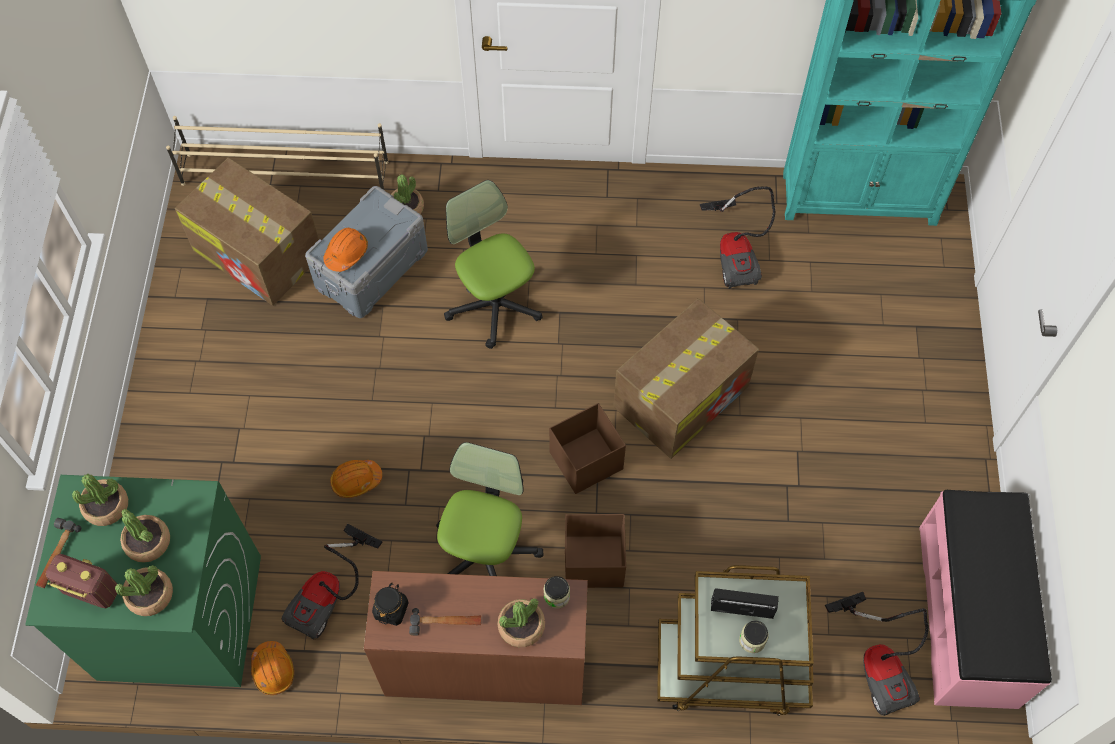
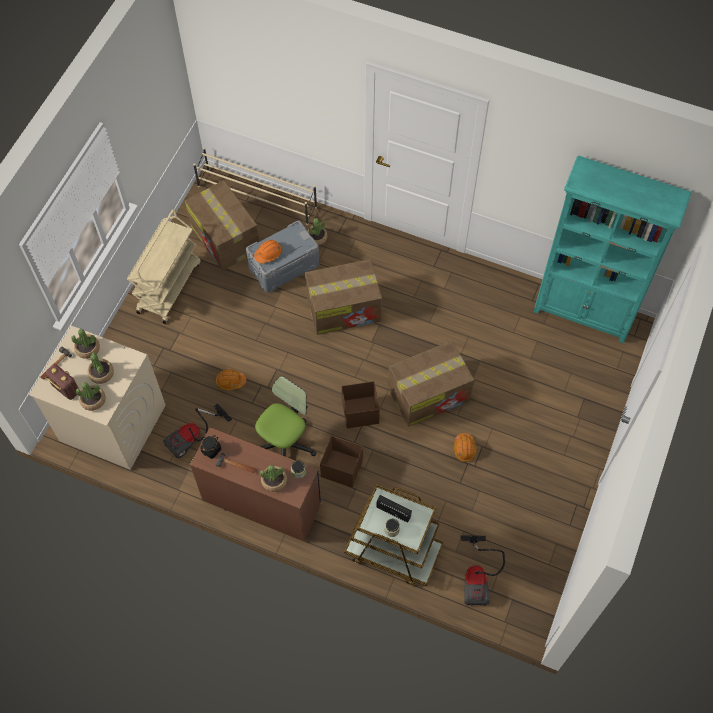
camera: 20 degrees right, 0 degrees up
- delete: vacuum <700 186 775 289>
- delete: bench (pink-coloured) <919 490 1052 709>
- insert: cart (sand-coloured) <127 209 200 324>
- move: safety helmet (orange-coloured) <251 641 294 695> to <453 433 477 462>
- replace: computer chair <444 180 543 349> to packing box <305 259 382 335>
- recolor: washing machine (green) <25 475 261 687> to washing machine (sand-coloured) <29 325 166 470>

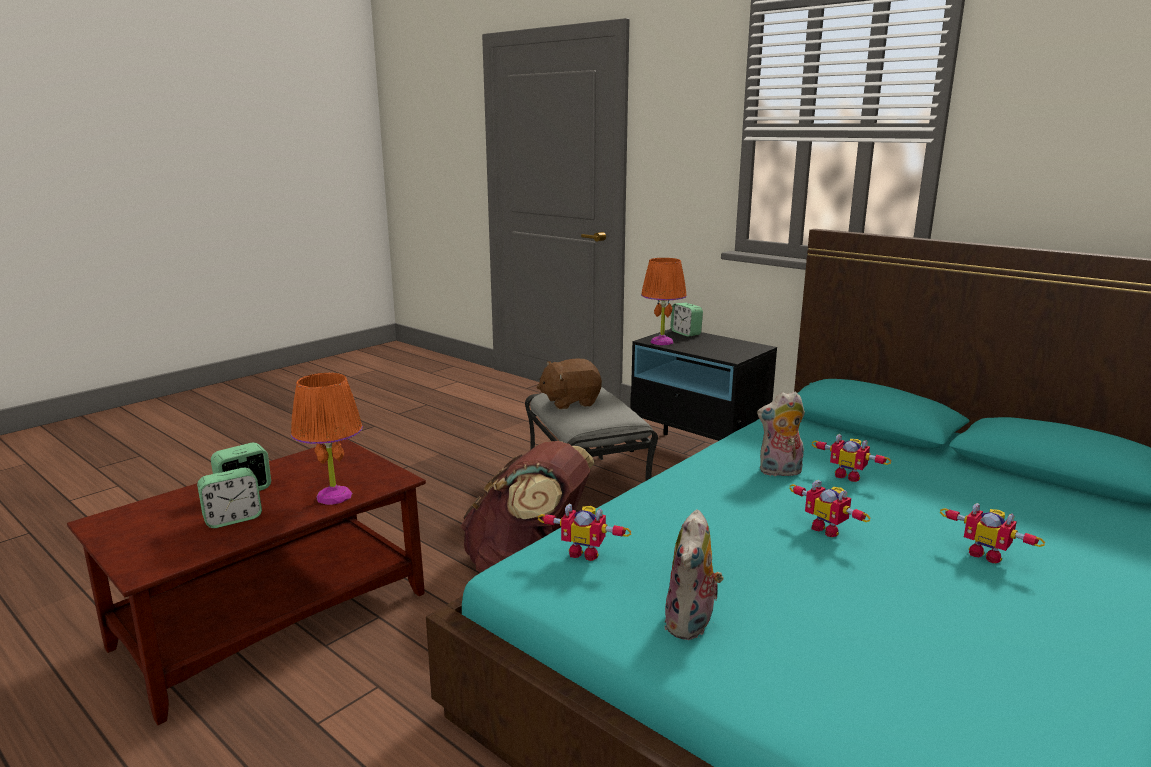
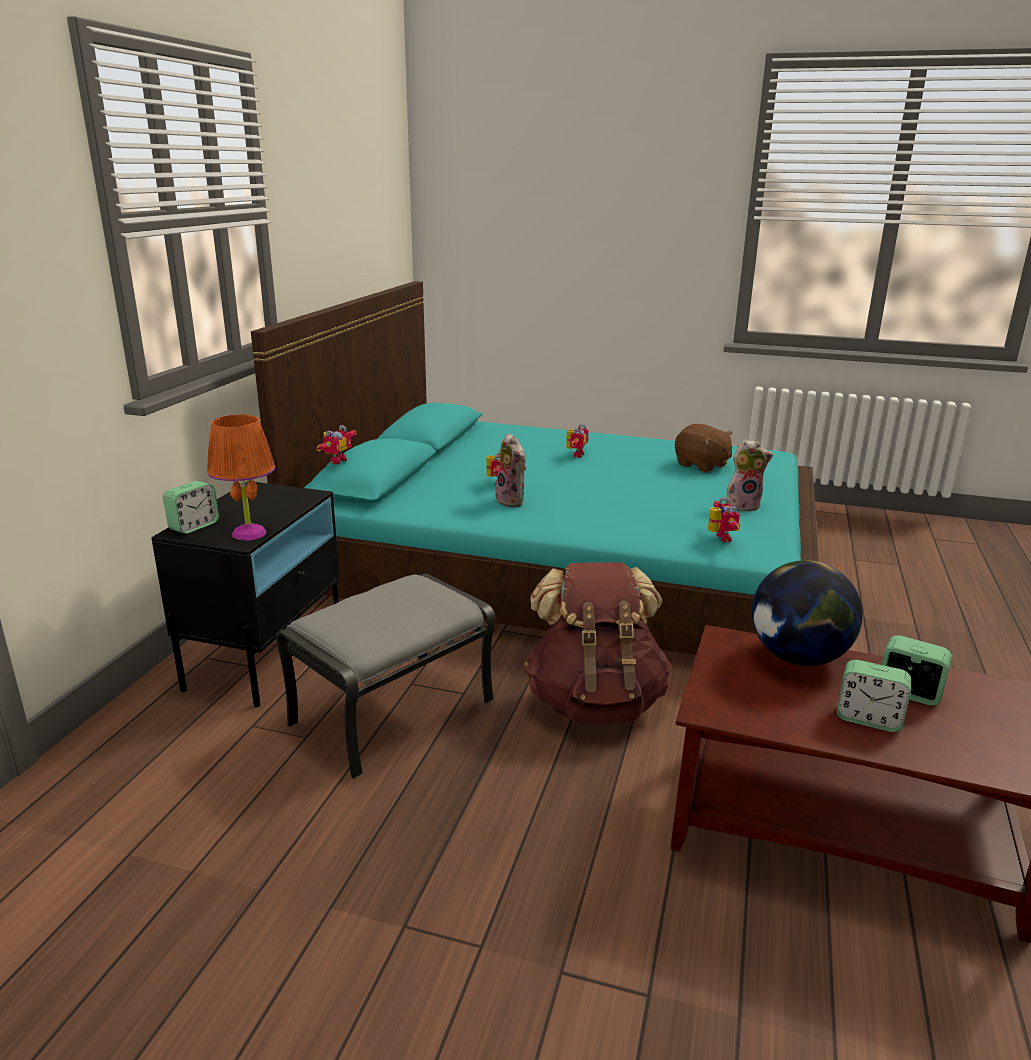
camera: 115 degrees left, 5 degrees up
- move: soft toy (brownish) <537 359 602 409> to <675 424 732 473>
- move: model robot <789 480 871 537> to <317 425 356 464>
- replace: table lamp (orange-coloured) <291 373 363 505> to world globe <752 560 863 666>

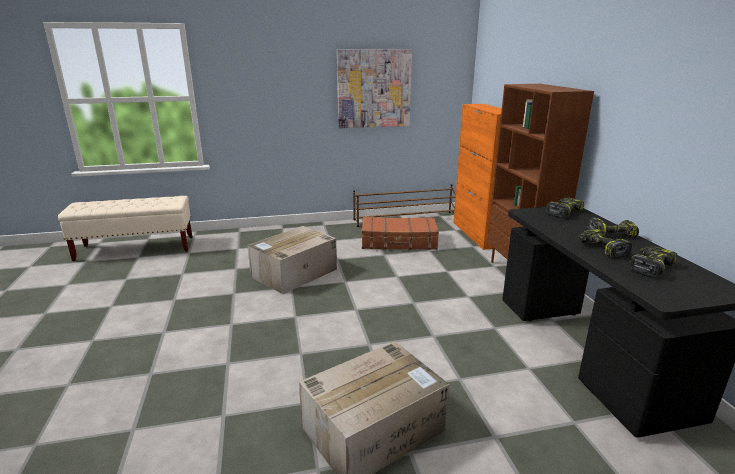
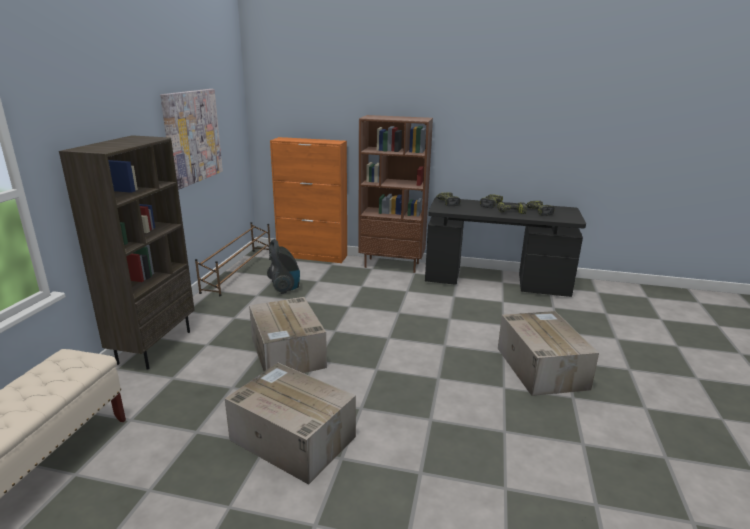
camera: 65 degrees left, 0 degrees up
- insert: bookcase (brownish) <59 135 194 370>
- insert: packing box <225 363 356 485>
- replace: travel case (brownish) <362 217 439 250> to vacuum <267 239 300 294>

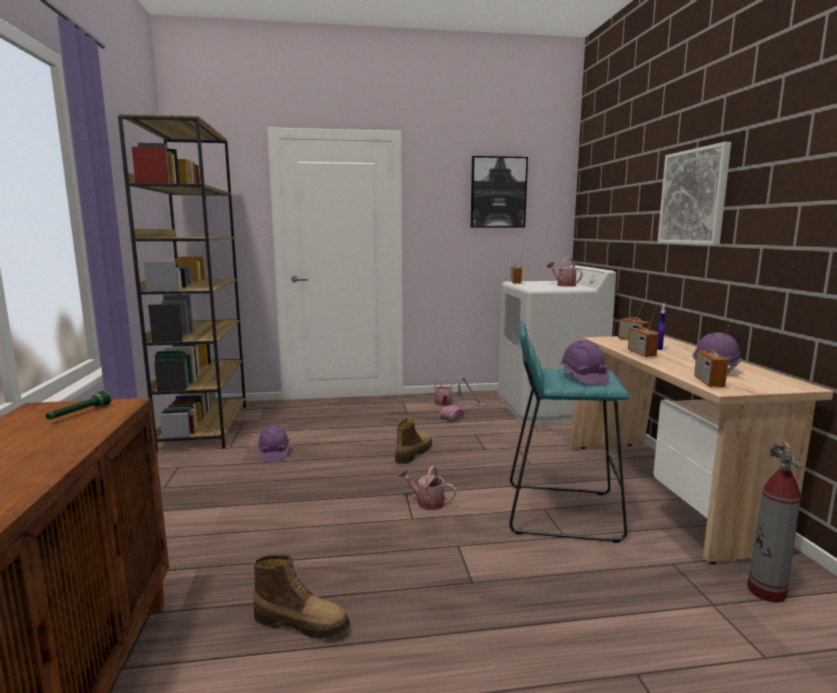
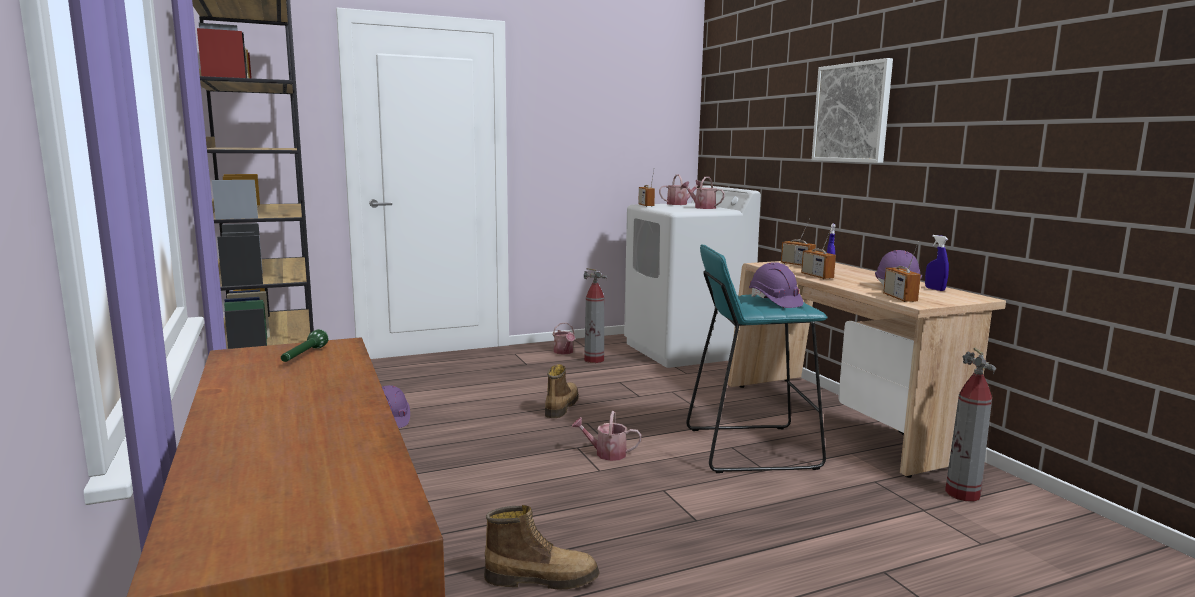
camera: 15 degrees left, 0 degrees up
- delete: picture <471 156 528 228>
- insert: sprinkling can <659 175 703 205>
- insert: hand sprayer (blue-coloured) <925 235 949 291>
- replace: vacuum <440 376 487 422> to extinguisher <584 268 607 363>

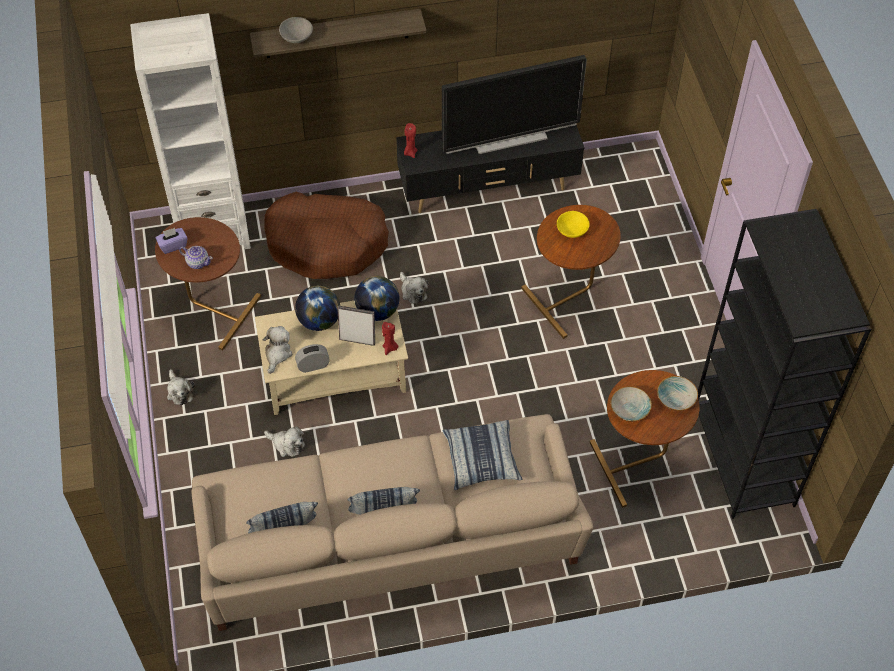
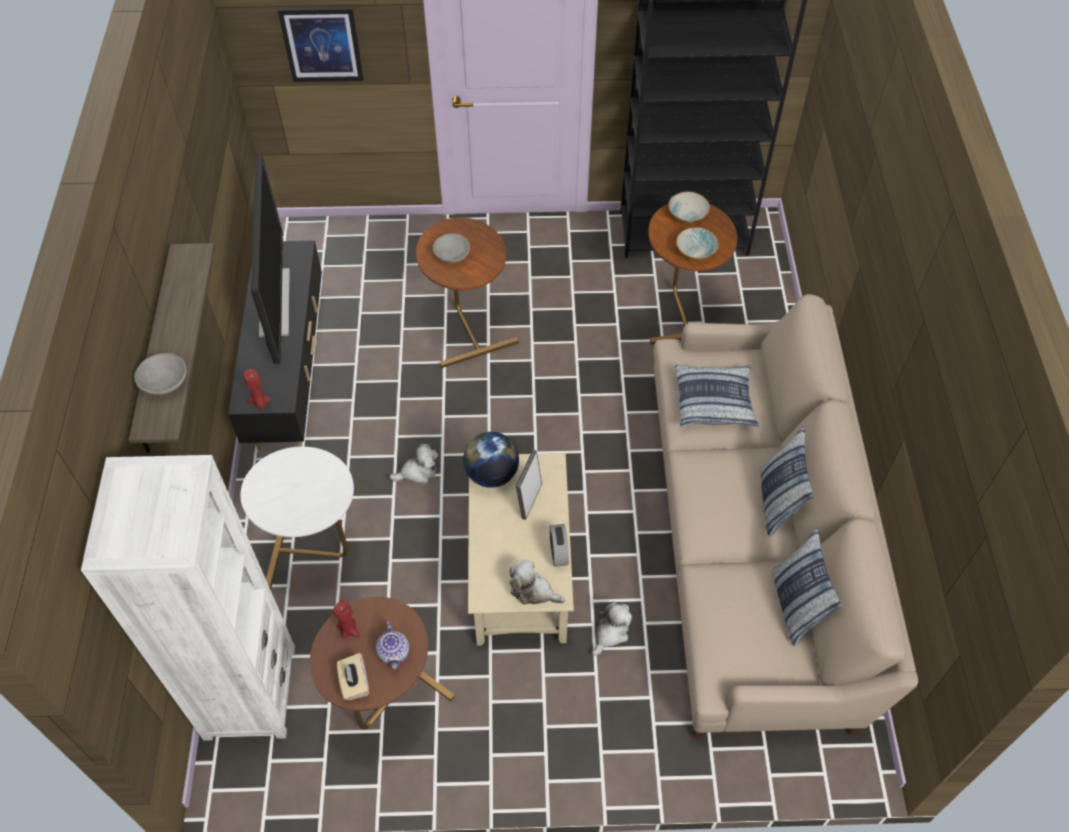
camera: 80 degrees left, 0 degrees up
- delete: soft toy <167 369 195 406>
- delete: world globe <295 286 340 331>
- insert: picture <278 7 363 82>
- move: wax candle (red) <382 322 398 355> to <333 599 360 639>
- replace: dog cushion (brownish) <264 192 389 279> to accent table (white) <240 447 354 590>
- recolor: box of tissues (purple-coloured) <156 228 187 254> to box of tissues (sand-coloured) <337 653 369 700>
- recolor: deep dish (yellow-coloured) <557 211 590 238> to deep dish (grey) <433 234 470 264>
- rotate: teapot <179 246 213 269> = <376 621 409 669> 135 degrees clockwise

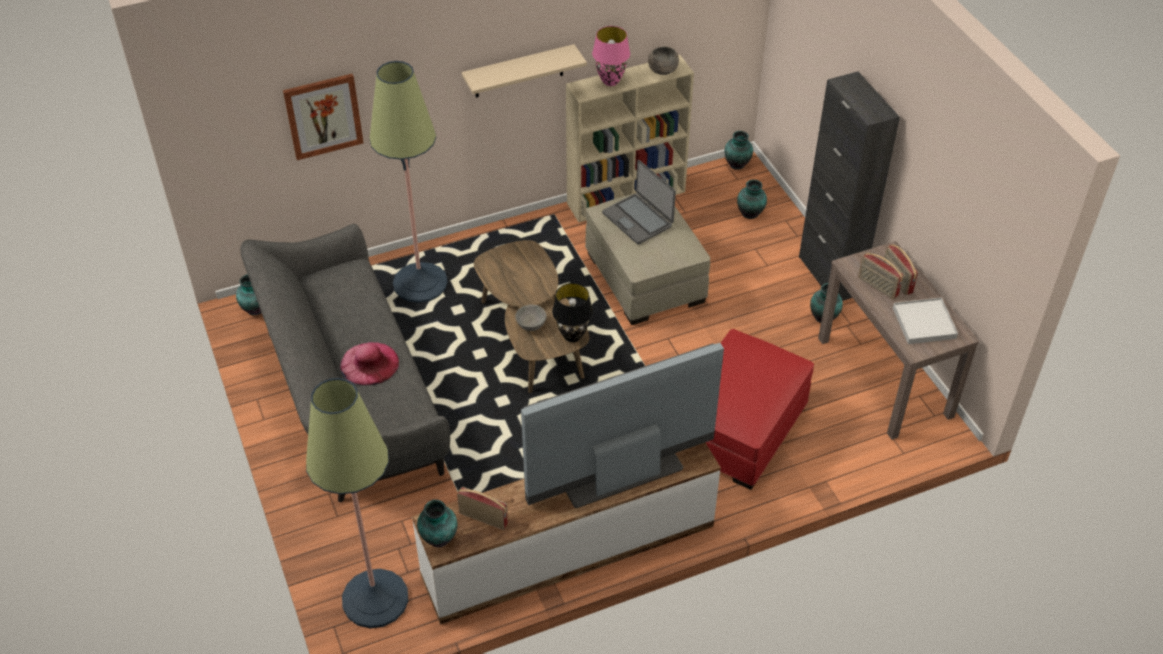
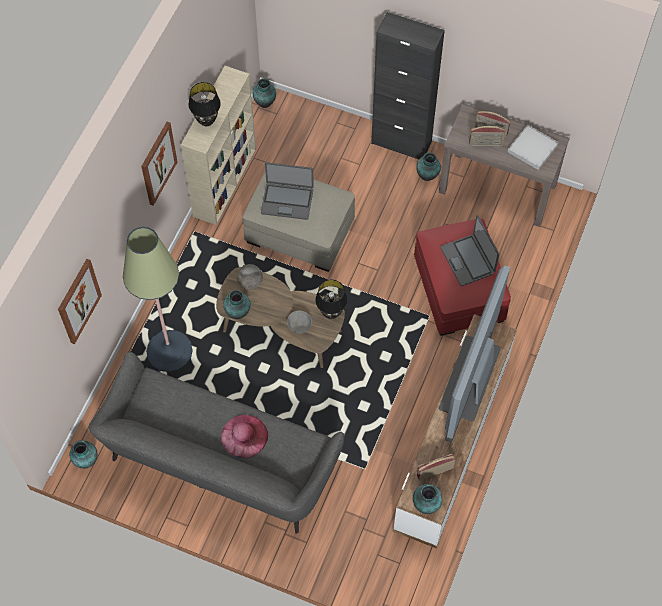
camera: 45 degrees left, 15 degrees up
- delete: standing lamp <306 378 408 628>
- insert: laptop <441 215 499 286>
- move: deep dish (grey) <648 47 679 75> to <237 264 263 290>
- move: vase <737 179 767 219> to <223 290 250 319>
- replace: wall shelf (sand-coloured) <461 44 587 98> to picture <141 122 177 206>
- recolor: table lamp (pink-coloured) <592 26 630 86> to table lamp (black) <188 82 221 126>

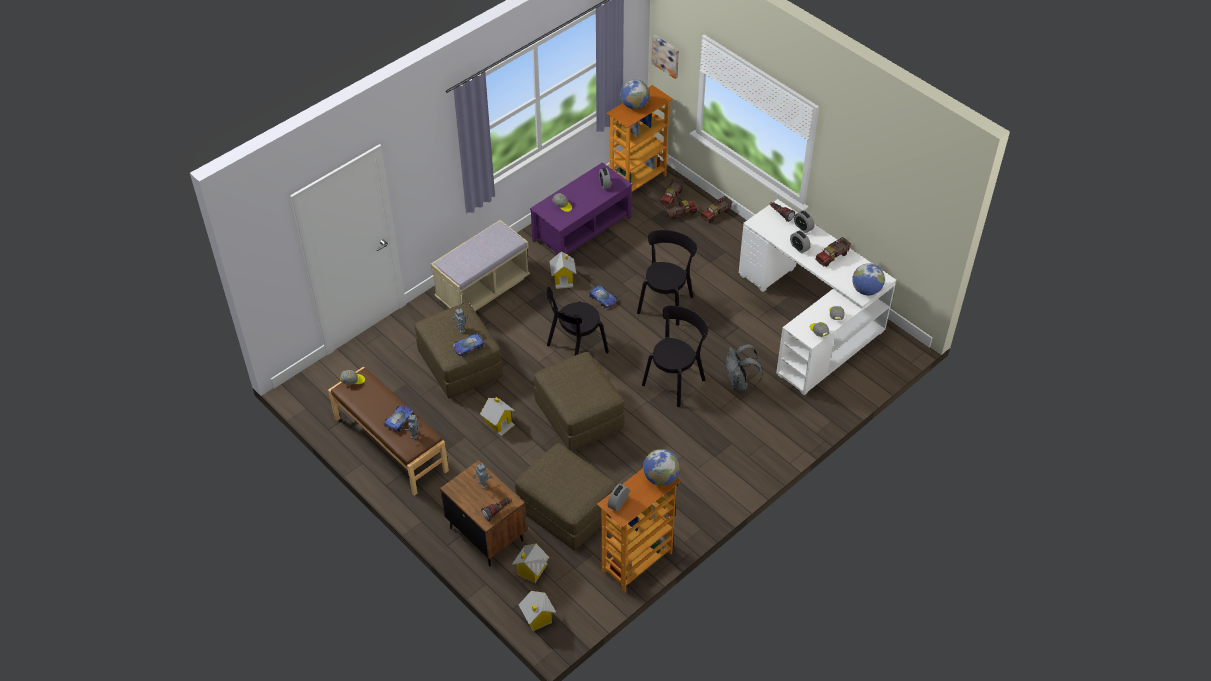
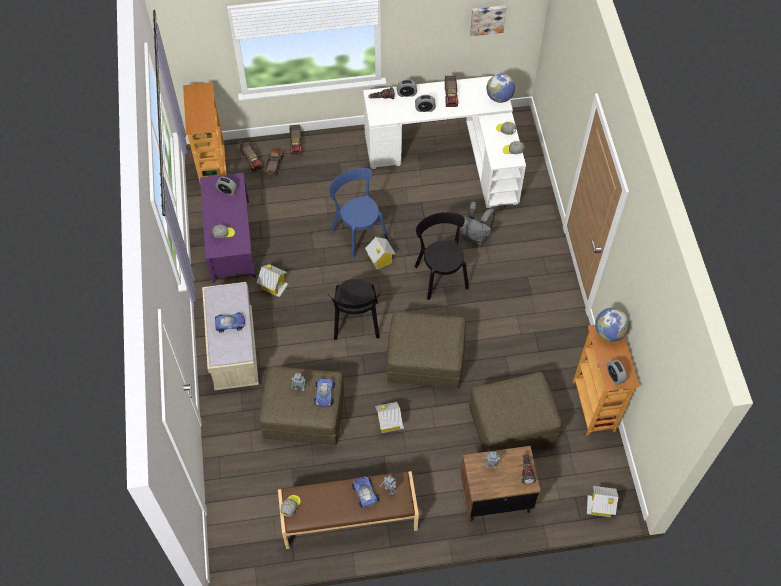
camera: 55 degrees left, 10 degrees up
- delete: world globe <620 80 650 109>
- move: miniature house <512 544 549 583> to <365 237 396 269>
- move: model car <589 285 617 308> to <215 313 245 333>
- move: picture <651 35 679 79> to <470 5 507 36>
- recolor: plain chair (black) <637 230 697 326> to plain chair (blue-coloured) <329 168 388 258>

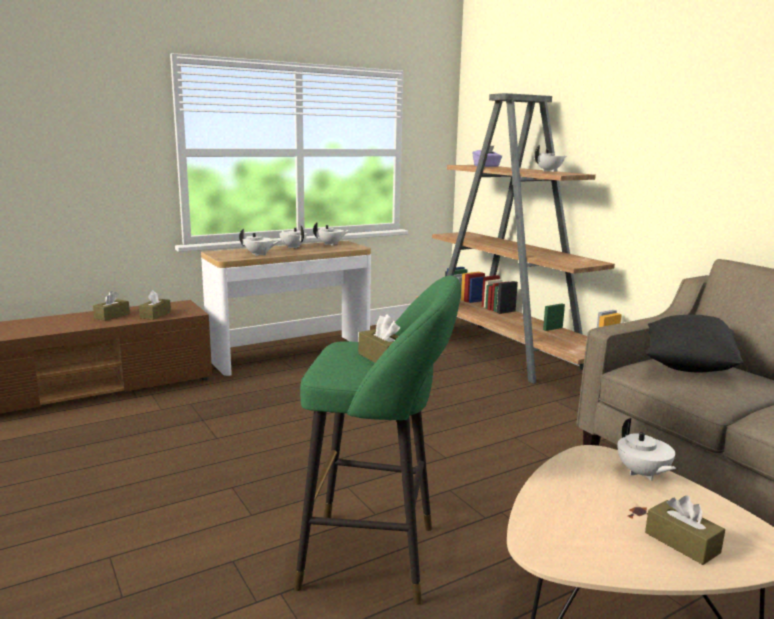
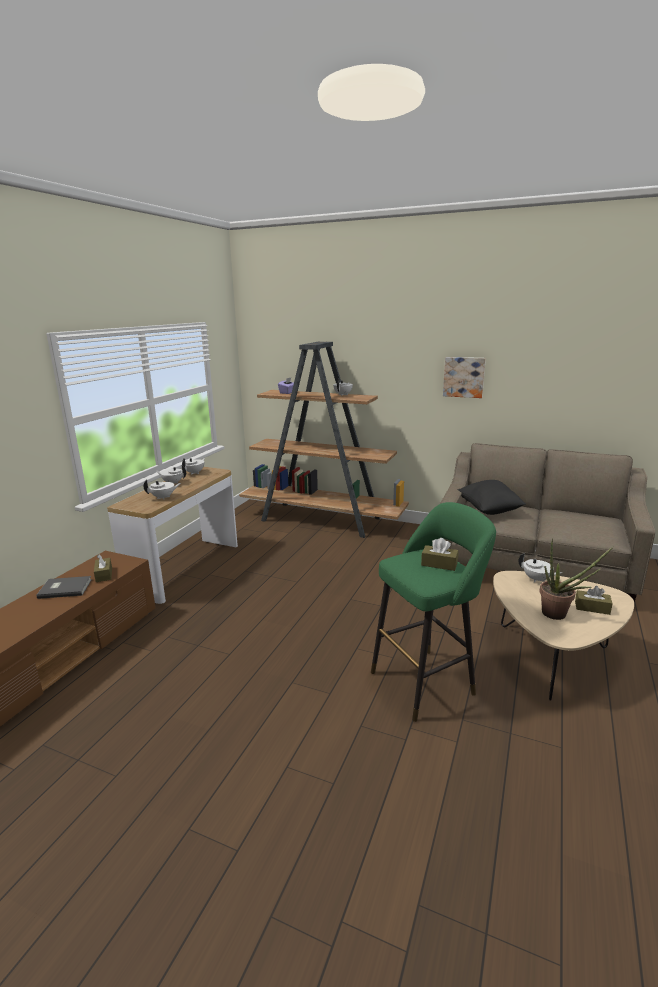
camera: 35 degrees left, 5 degrees up
- insert: picture <443 357 486 398>
- insert: plant in a pot <539 538 613 620>
- replace: box of tissues (brownish) <93 291 130 321> to volume (grey) <37 576 91 599>

